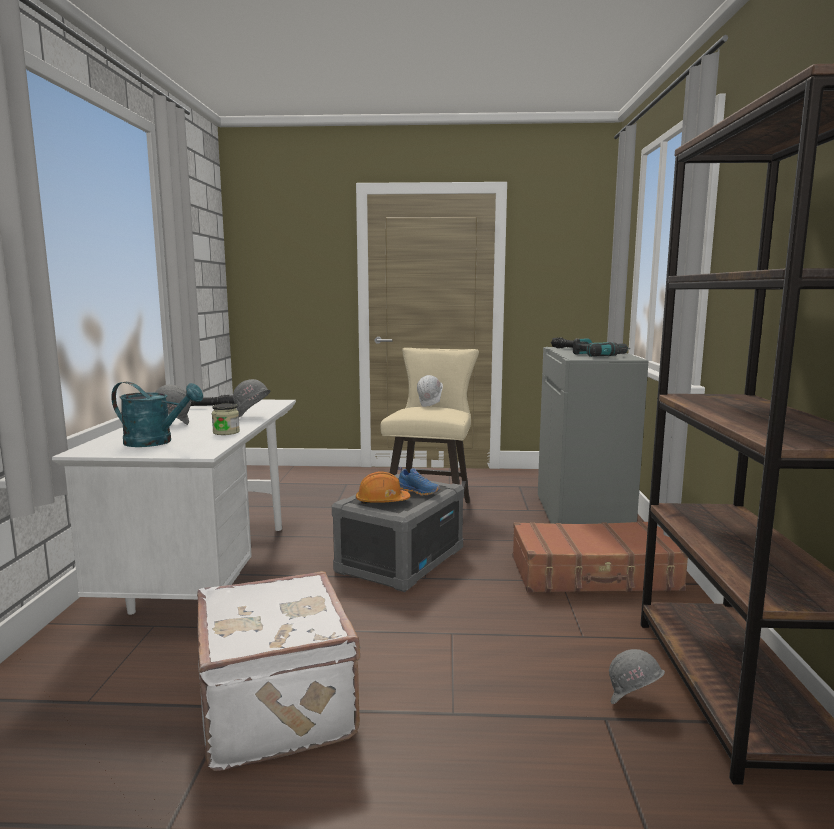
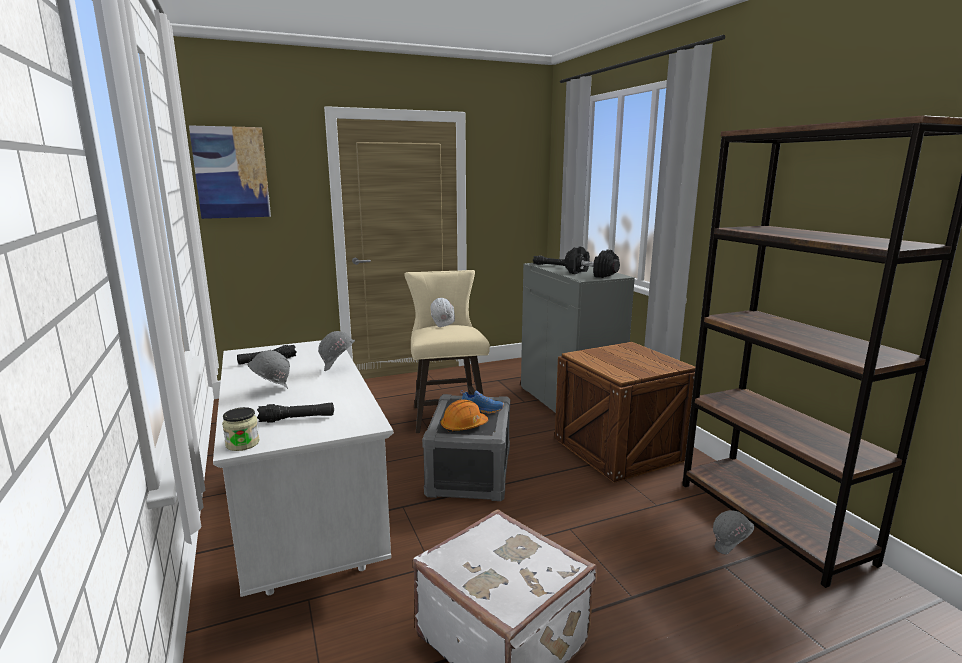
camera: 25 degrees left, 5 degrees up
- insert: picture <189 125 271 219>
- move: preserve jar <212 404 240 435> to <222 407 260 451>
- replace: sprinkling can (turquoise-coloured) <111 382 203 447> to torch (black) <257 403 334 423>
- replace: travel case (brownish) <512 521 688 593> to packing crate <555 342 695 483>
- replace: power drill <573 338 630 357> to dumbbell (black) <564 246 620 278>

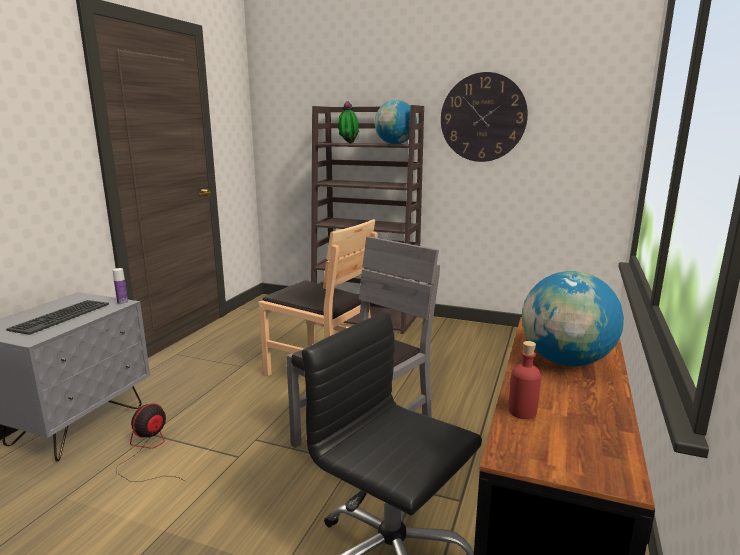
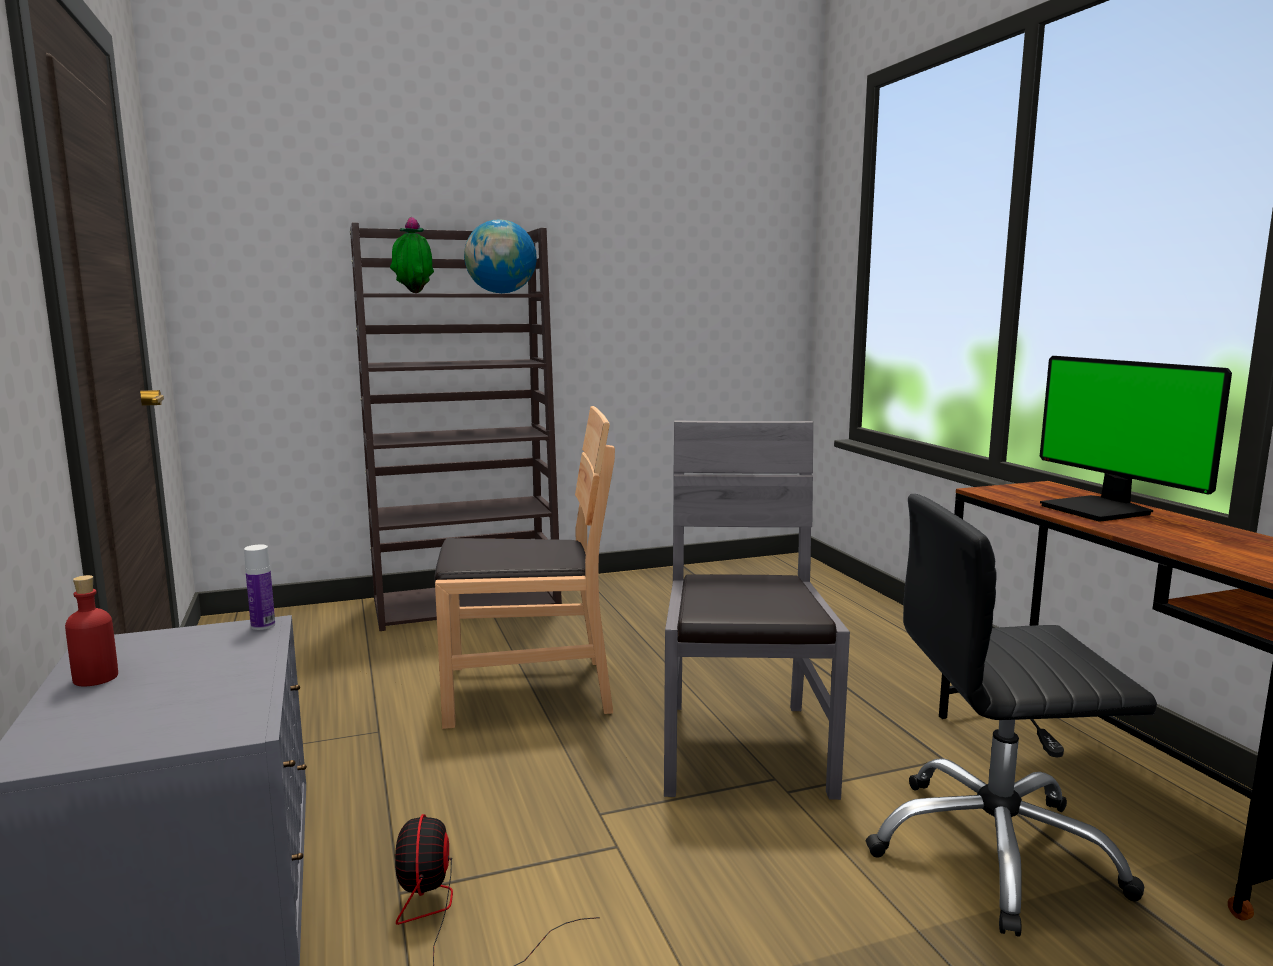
camera: 40 degrees left, 5 degrees down
- delete: PC keyboard <6 300 109 335>
- delete: wall clock <441 72 528 162>
- move: drink bottle (red) <508 341 541 419> to <65 575 118 686>
- replace: world globe <522 271 624 366> to computer display <1040 356 1232 522>

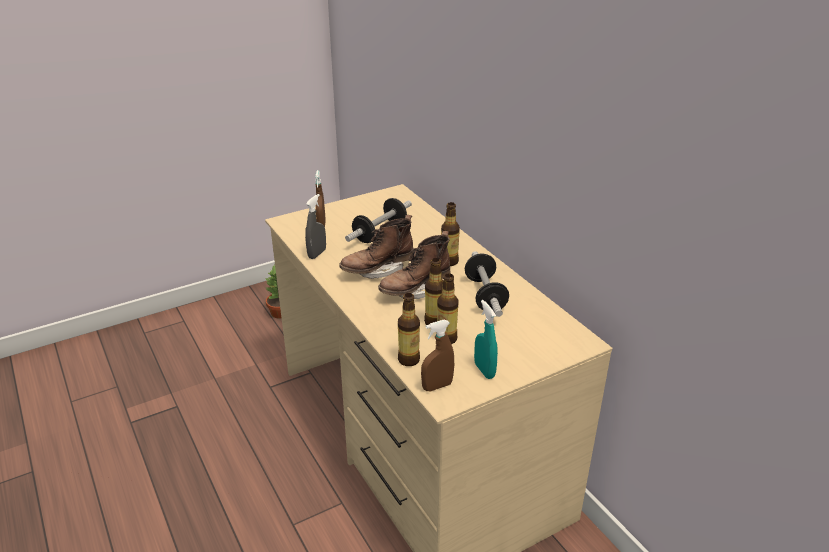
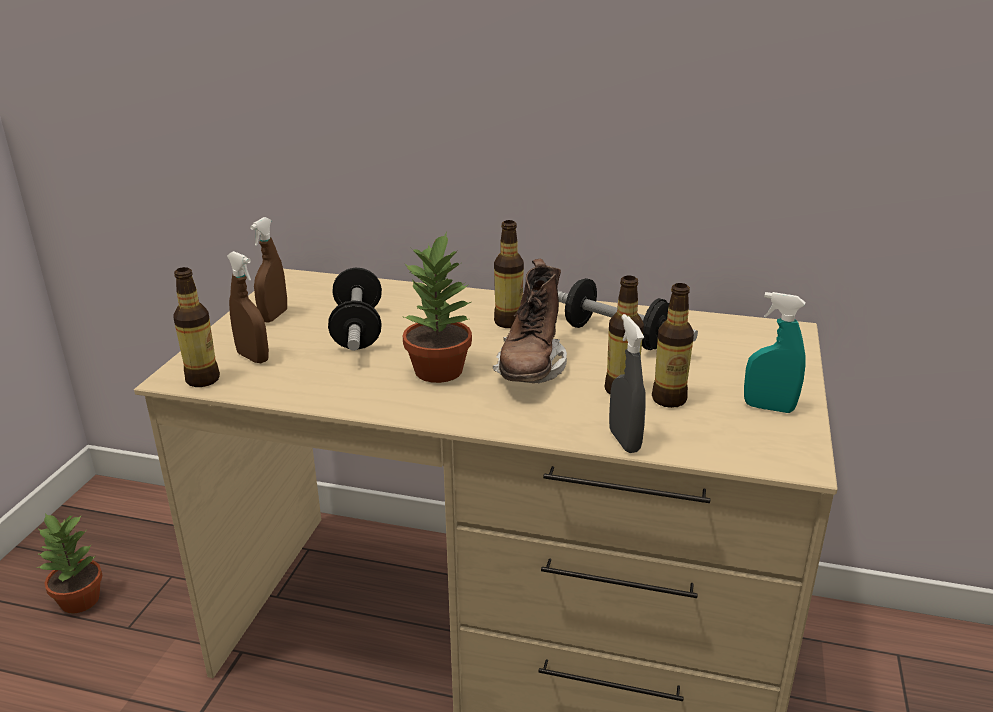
camera: 45 degrees left, 5 degrees down
- move: hand sprayer (grey) <305 194 326 259> to <609 314 646 453>
- move: drink bottle <398 293 420 366> to <173 267 220 387>
- move: hand sprayer (brownish) <421 320 454 391> to <250 217 287 323>
- replace: tall boot (brownish) <339 215 413 279> to plant in a pot <402 232 472 383>

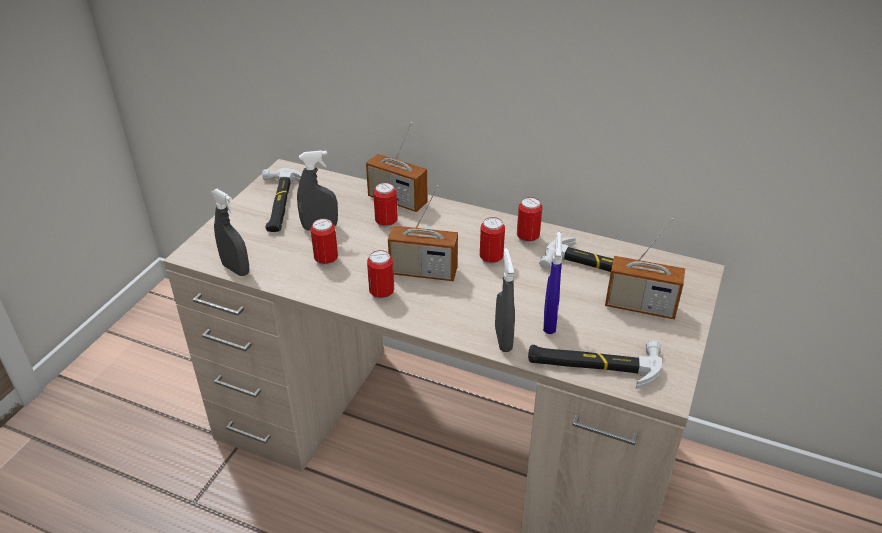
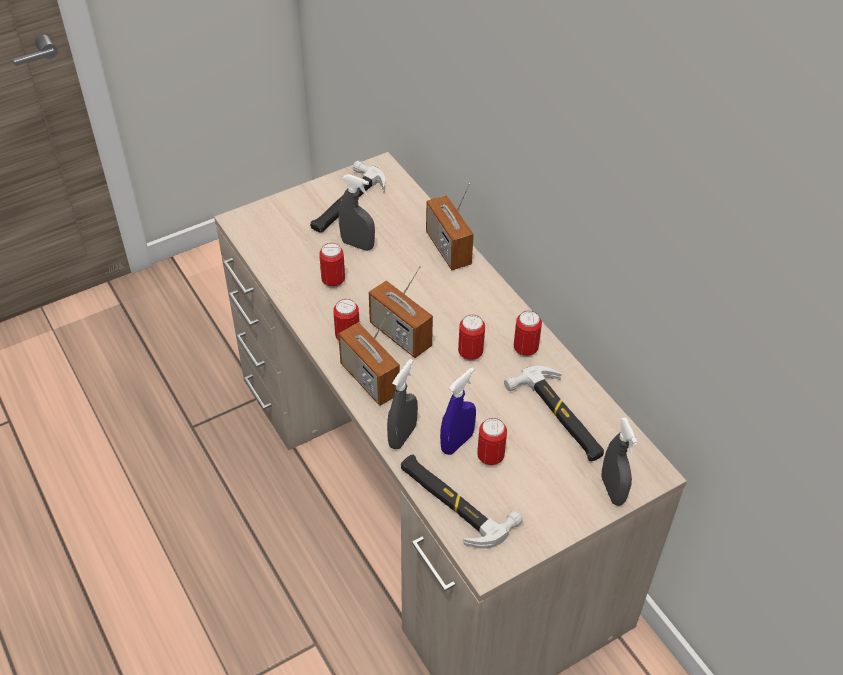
camera: 35 degrees right, 10 degrees up
- move: hand sprayer (grey) <211 188 249 276> to <601 417 638 506>
- move: metal can <373 183 398 228> to <477 418 507 466>
- move: radio <605 218 685 319> to <338 312 400 406>

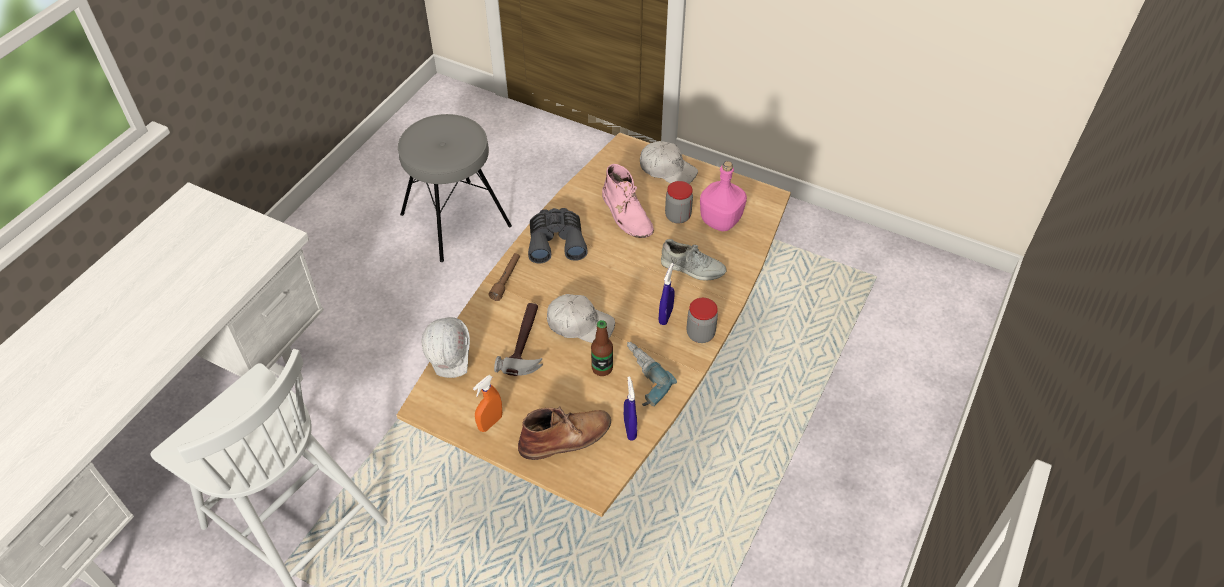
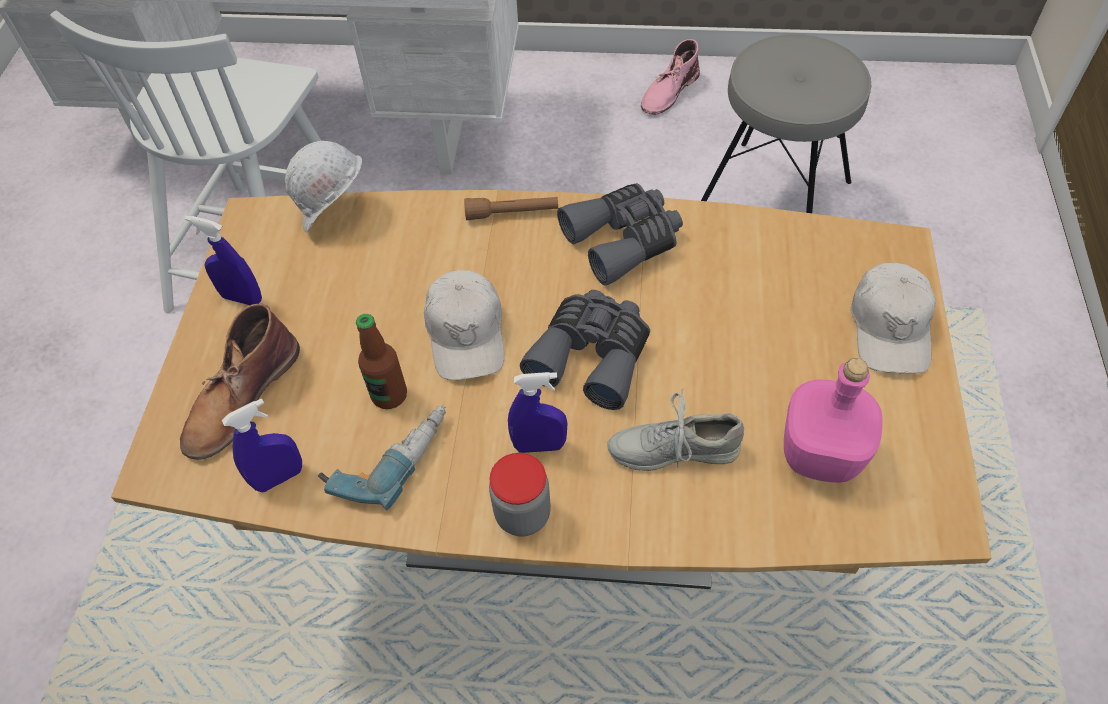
camera: 70 degrees right, 5 degrees up
- delete: hand hammer <494 303 543 376>
- delete: preserve jar <665 181 693 224>
- insert: binoculars (grey) <520 290 650 410>
- move: tall boot (pink-coloured) <602 164 654 238> to <641 39 700 115>
- recolor: hand sprayer (orange-coloured) <473 375 502 432> to hand sprayer (blue-coloured) <185 215 262 305>
- rotate: tall boot (brownish) <518 406 611 460> = <180 303 300 460> 75 degrees clockwise
- rotate: item of footwear (grey) <661 239 726 281> = <607 389 744 471> 90 degrees clockwise

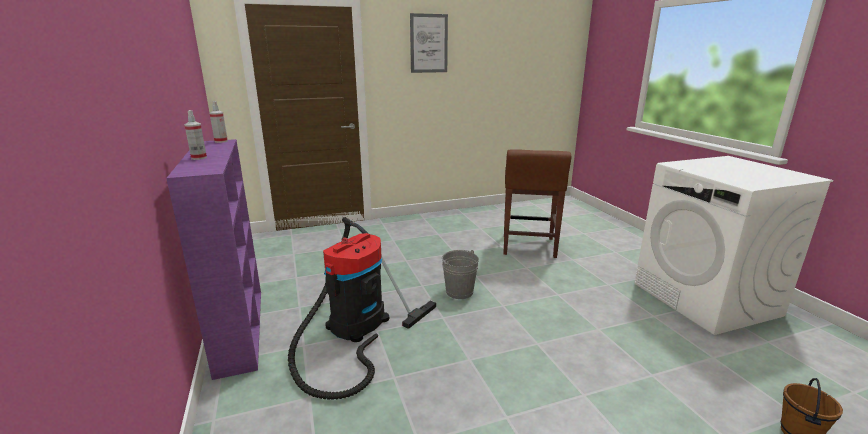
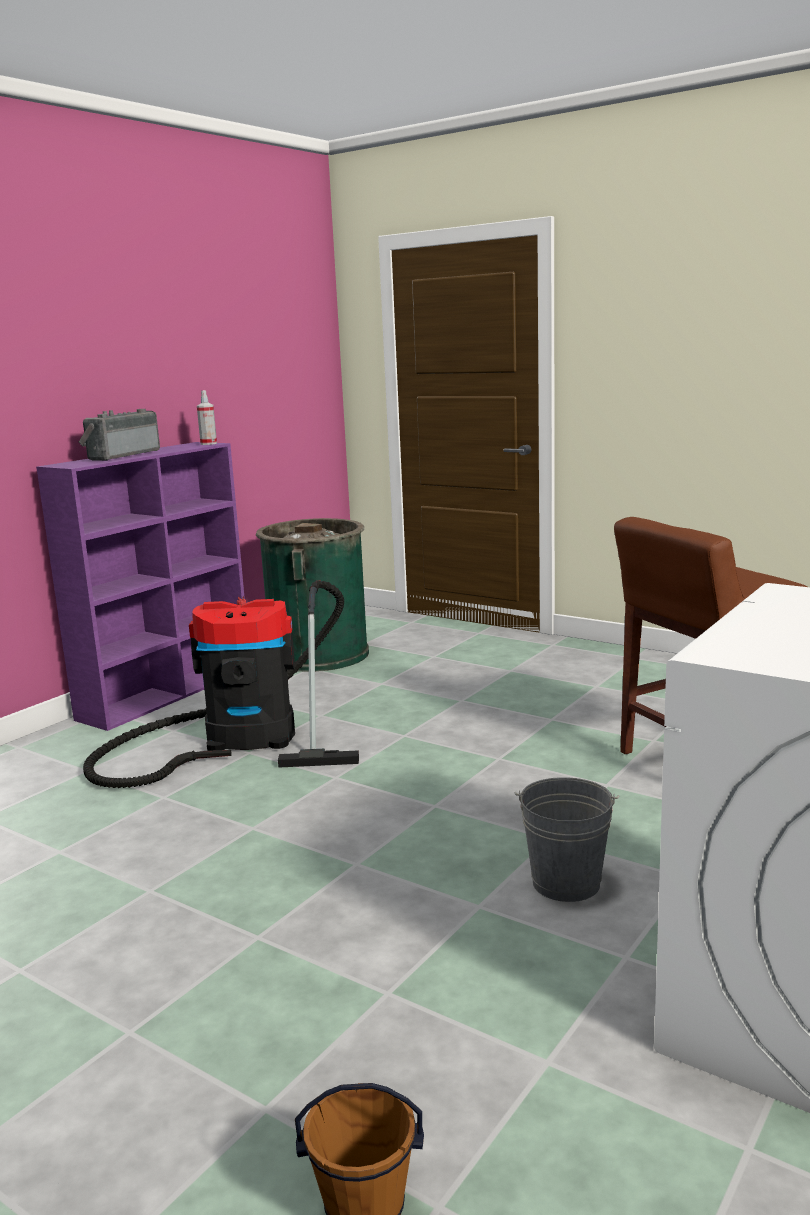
camera: 55 degrees right, 5 degrees down
- delete: picture <410 13 448 73>
- insert: trash can (green) <256 518 369 672>
- move: water bucket (grey) <442 250 479 299> to <514 777 619 902>
- replace: hand sprayer <184 110 207 160> to radio <79 409 160 461>

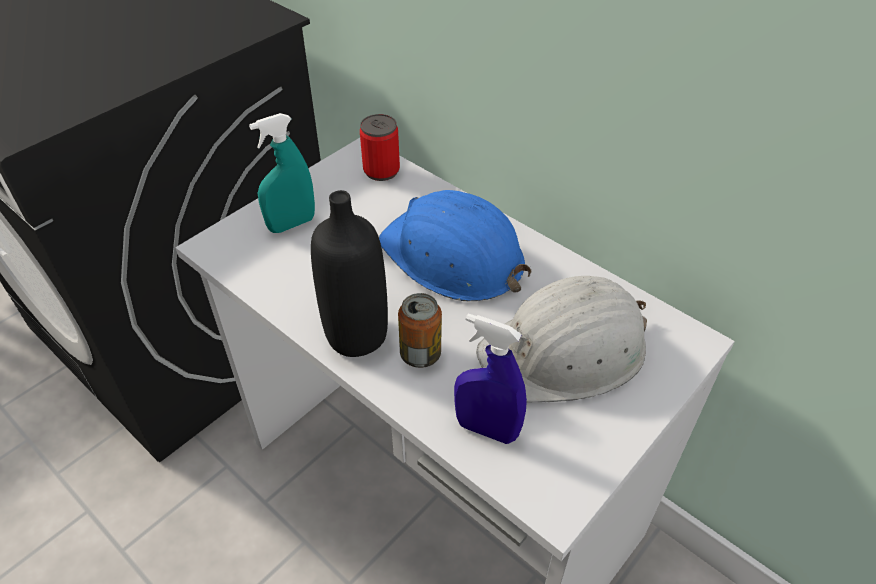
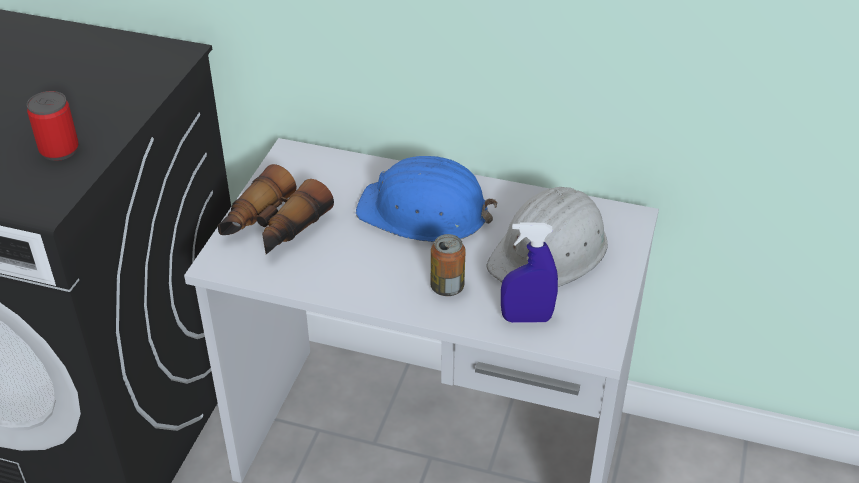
camera: 25 degrees left, 5 degrees down
- delete: drink bottle (black) <311 190 388 357>
- move: metal can <360 114 400 181> to <27 91 79 161>
- replace: hand sprayer (turquoise-coloured) <249 113 315 233> to binoculars <217 164 334 254>

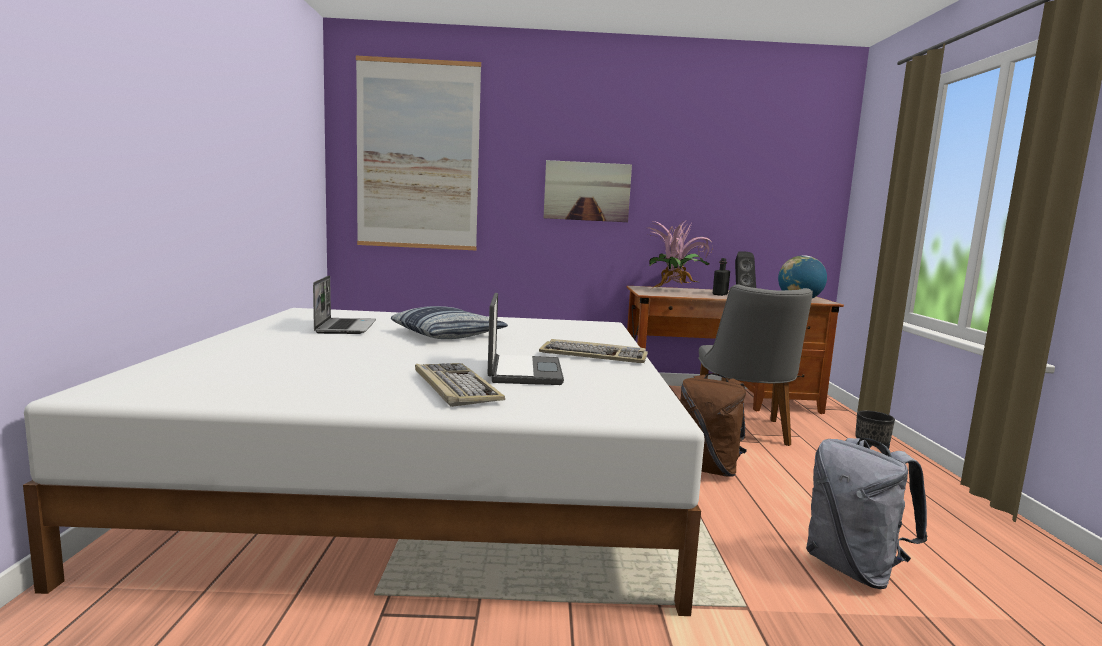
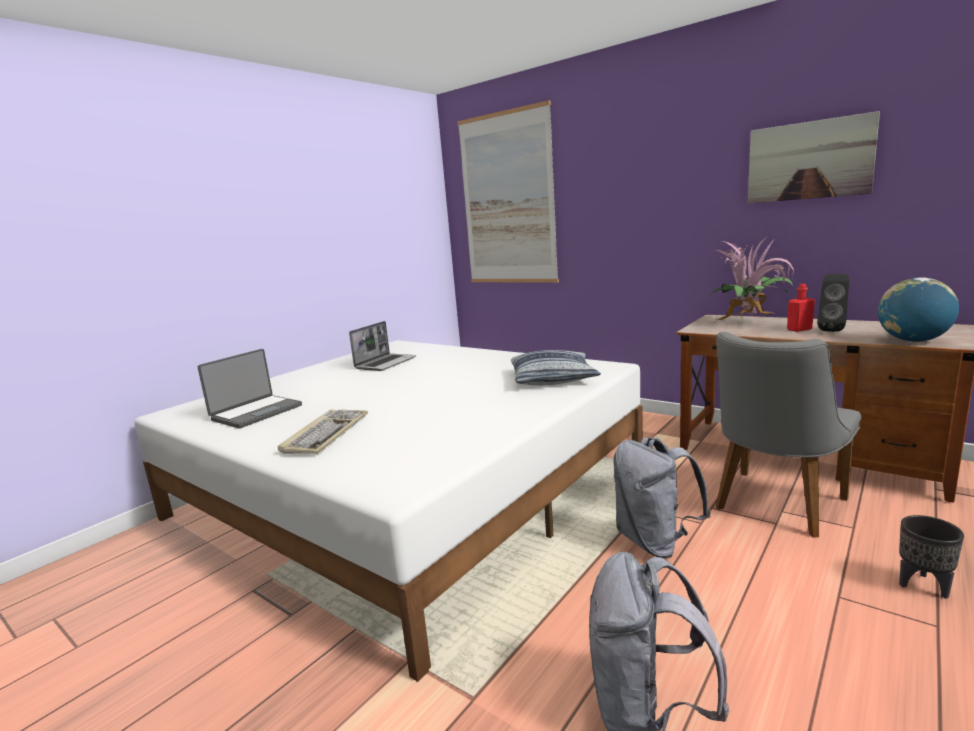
camera: 40 degrees right, 5 degrees up
- delete: PC keyboard <539 339 648 363>
- move: throw pillow <391 306 508 339> to <511 350 601 385>
- move: laptop <487 293 564 385> to <198 349 302 428>
- move: picture <544 160 632 222> to <748 111 880 203>
- recolor: rucksack (brownish) <680 373 747 477> to rucksack (grey) <613 438 711 558>
- recolor: drink bottle (black) <713 258 730 296> to drink bottle (red) <787 284 815 332>

